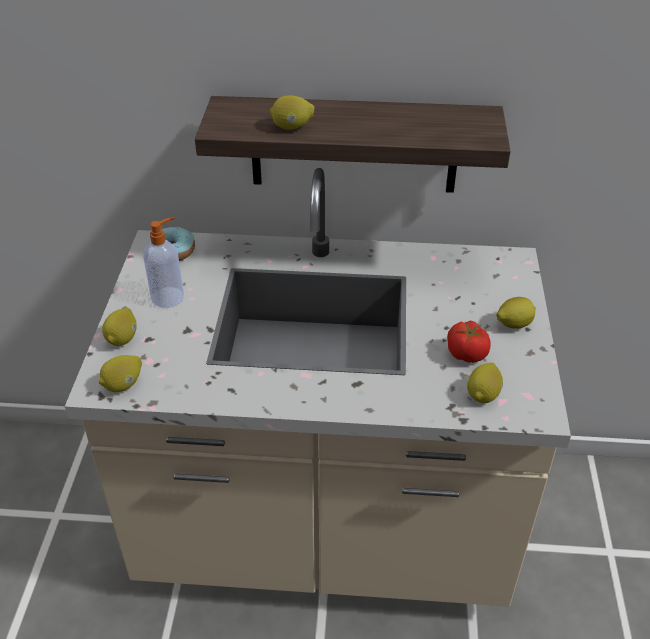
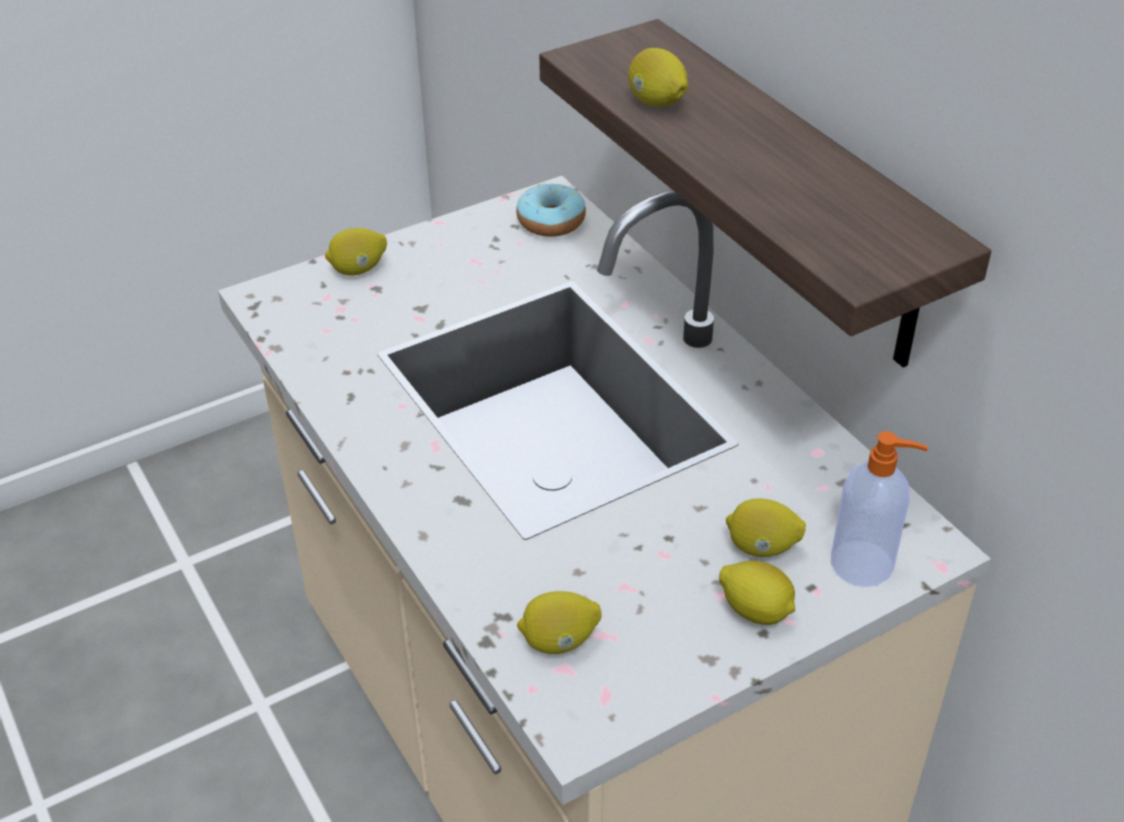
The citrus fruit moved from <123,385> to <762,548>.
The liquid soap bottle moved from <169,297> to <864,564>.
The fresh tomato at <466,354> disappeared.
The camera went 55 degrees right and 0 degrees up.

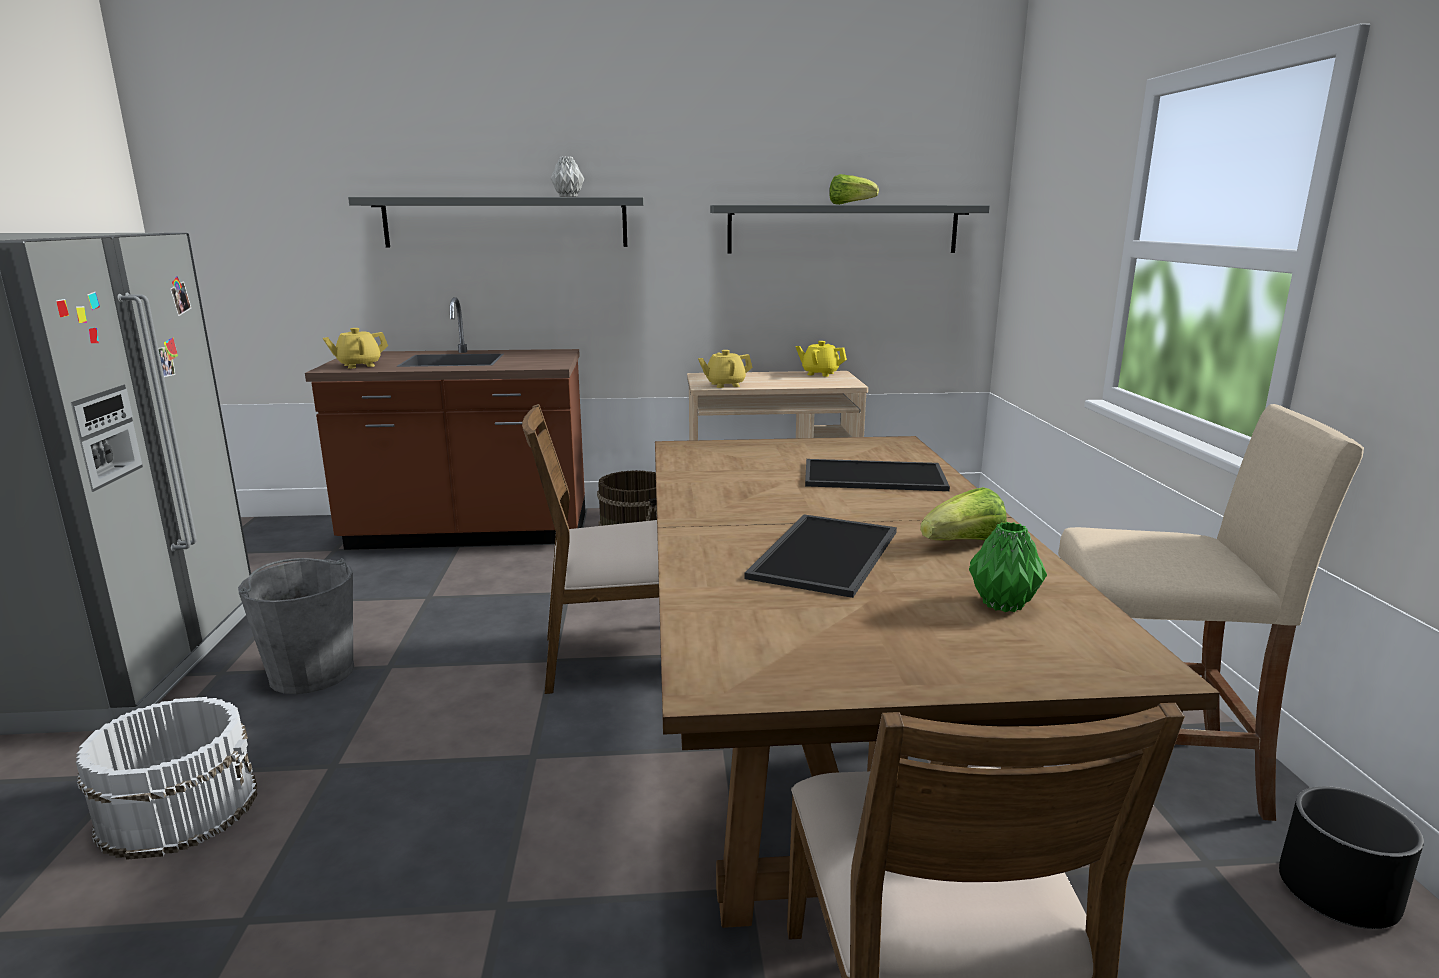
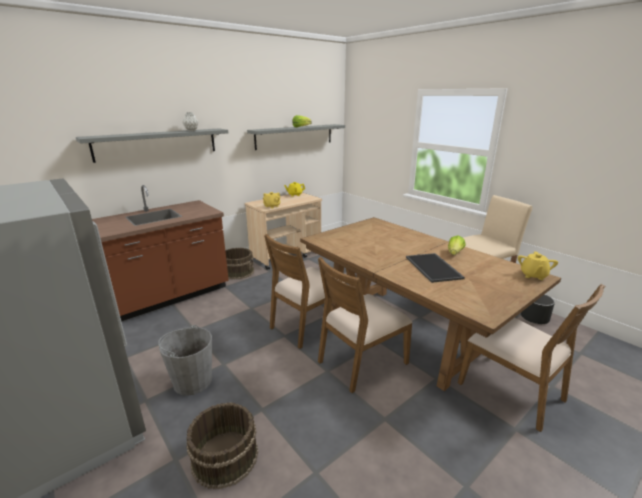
The bucket (whitish) at <179,808> became the bucket (brown-coloured) at <224,456>.
The pot for tea (yellowish) moved from <359,365> to <533,275>.
The tray at <872,477> disappeared.
The flower vase (green) at <1002,604> disappeared.
The chair (brown-coloured) at <361,361> appeared.
The camera went 35 degrees left and 5 degrees up.

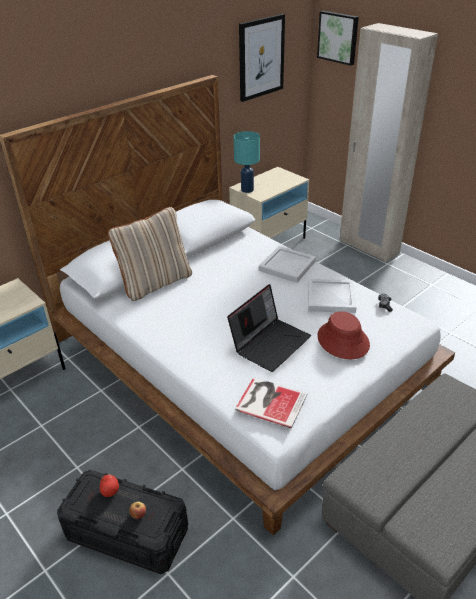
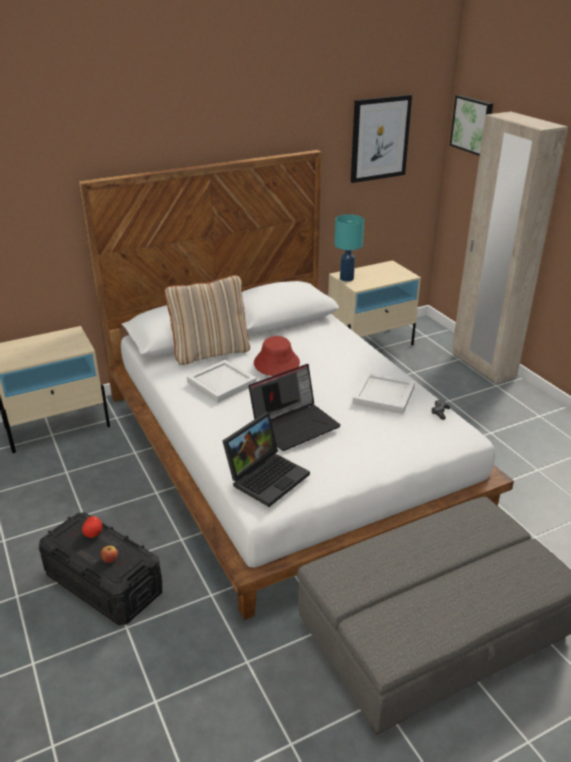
The bound book at <270,401> was replaced by the portable computer at <267,476>.
The tray (whitish) moved from <286,266> to <220,383>.
The clothing hat (red-coloured) moved from <342,341> to <276,363>.
The camera went 15 degrees right and 5 degrees down.

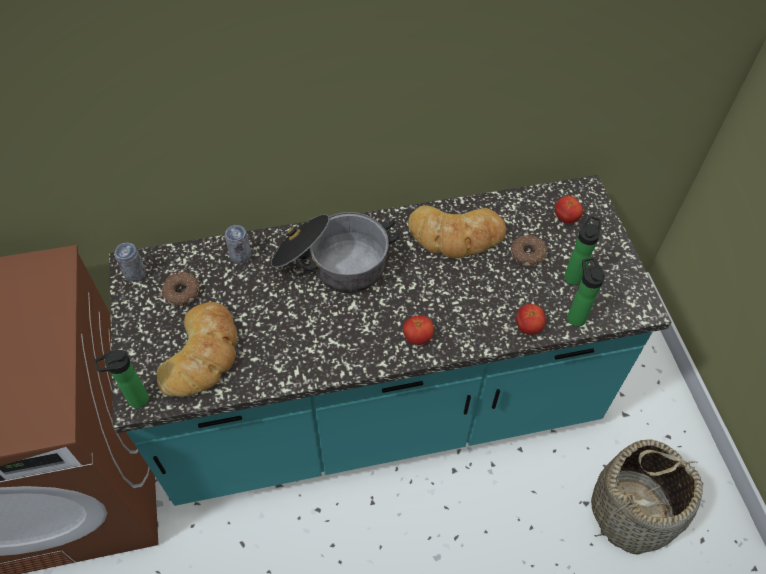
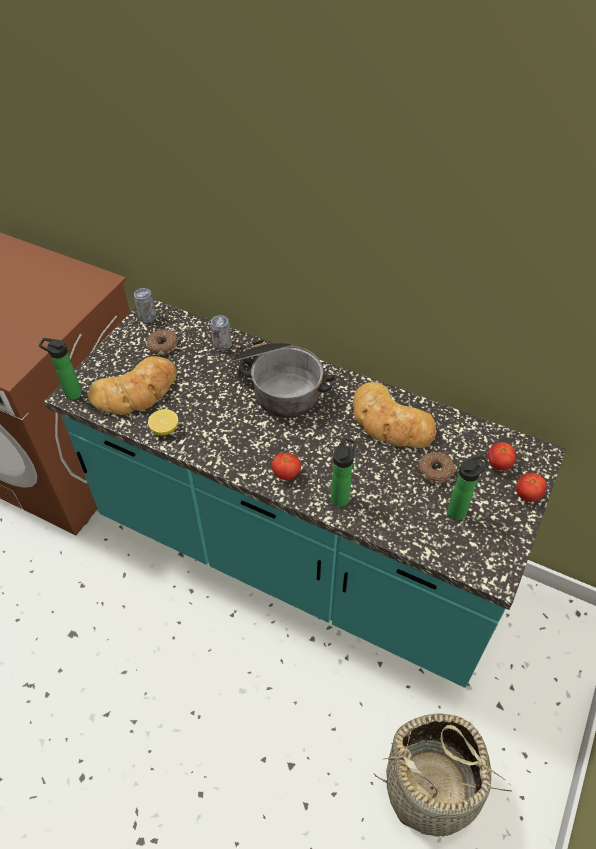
The fresh tomato moved from <528,327> to <527,495>.
The bottle moved from <575,316> to <341,497>.
The citrus fruit at <165,429> appeared.
The camera went 40 degrees right and 5 degrees down.

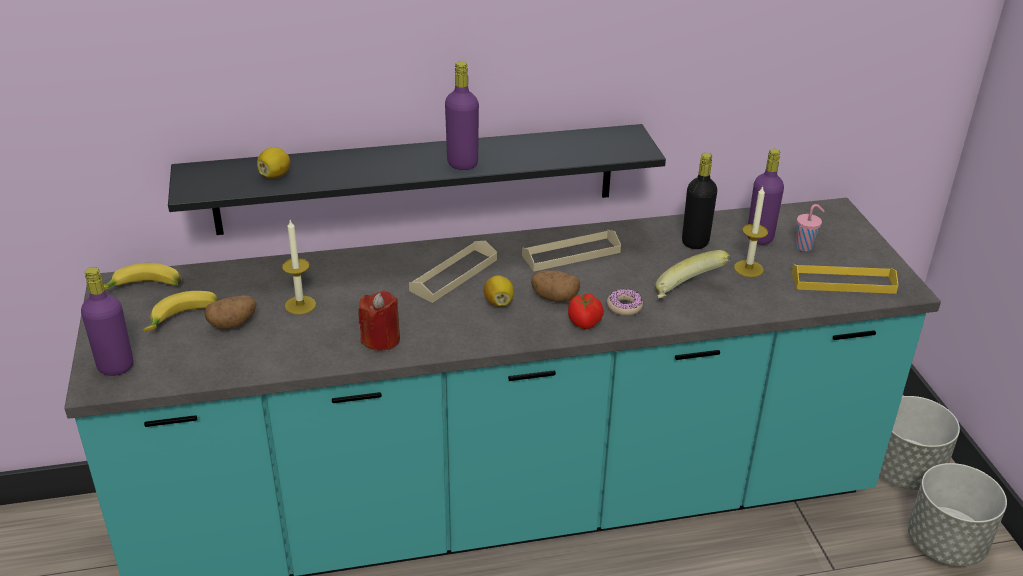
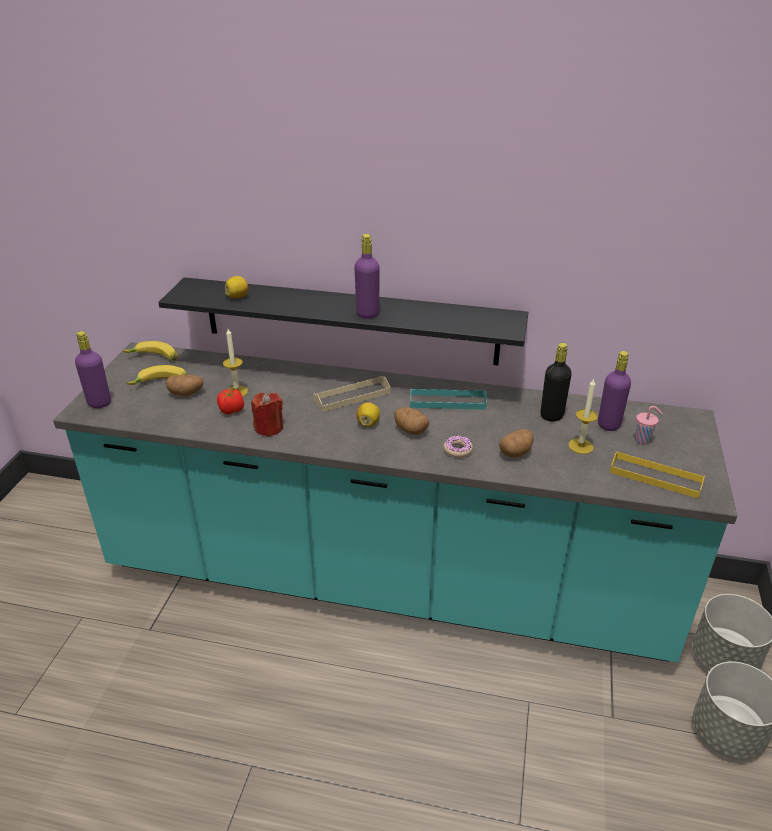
The tray (sand-coloured) at <571,254> became the tray (turquoise-coloured) at <447,402>.
The fresh tomato moved from <585,323> to <232,410>.
The banana fruit at <688,293> was replaced by the spud at <515,453>.
The camera went 25 degrees right and 0 degrees up.

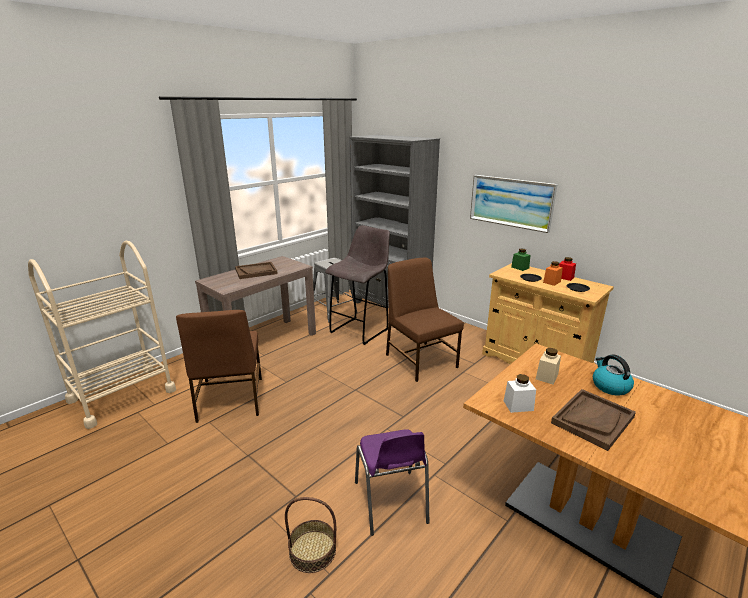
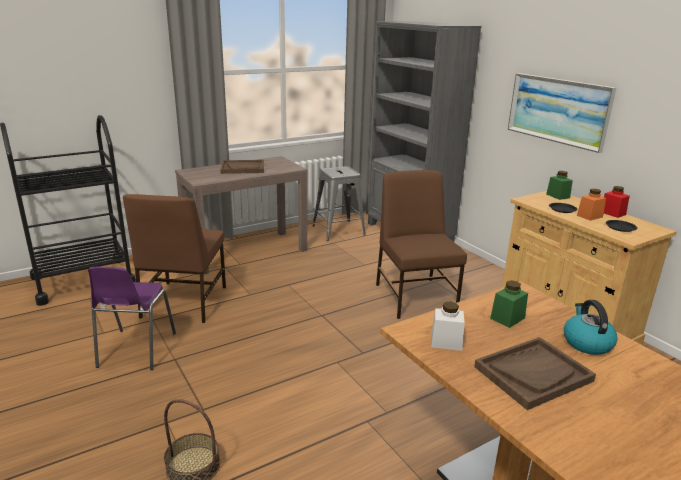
The wheeled cart (sand-coloured) at <122,395> became the wheeled cart (blackish) at <83,280>.
The stool (gray) at <360,330> disappeared.
The chair (purplish) moved from <391,503> to <135,351>.
The jar (sand-coloured) at <547,376> became the jar (green) at <507,318>.
The camera went 15 degrees right and 0 degrees up.

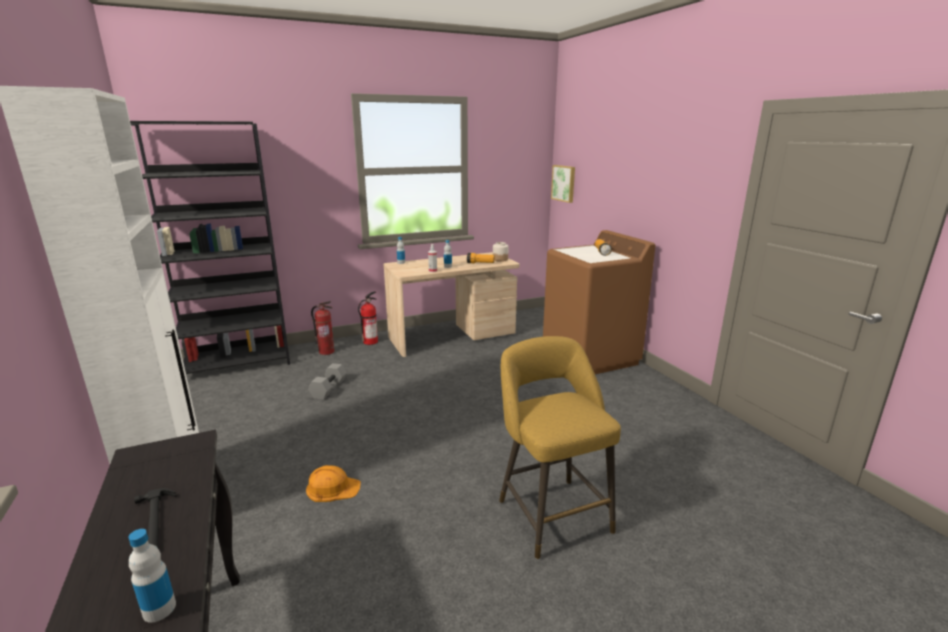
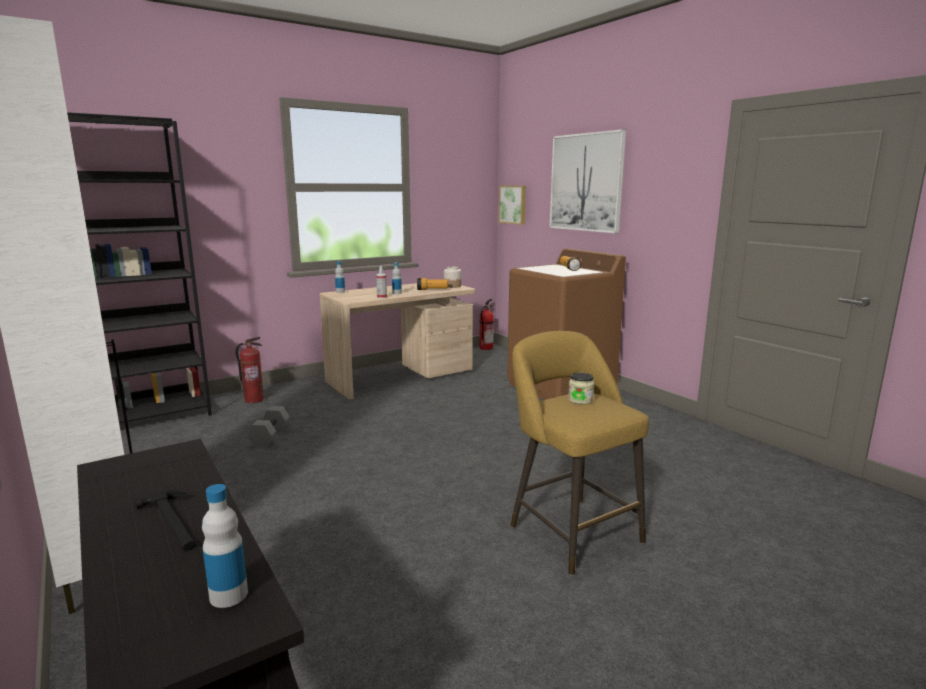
The hard hat (orangey) at <332,488> disappeared.
The fire-fighting cylinder moved from <370,341> to <486,347>.
The wall art at <586,182> appeared.
The jar at <580,400> appeared.
The camera went 10 degrees left and 5 degrees down.

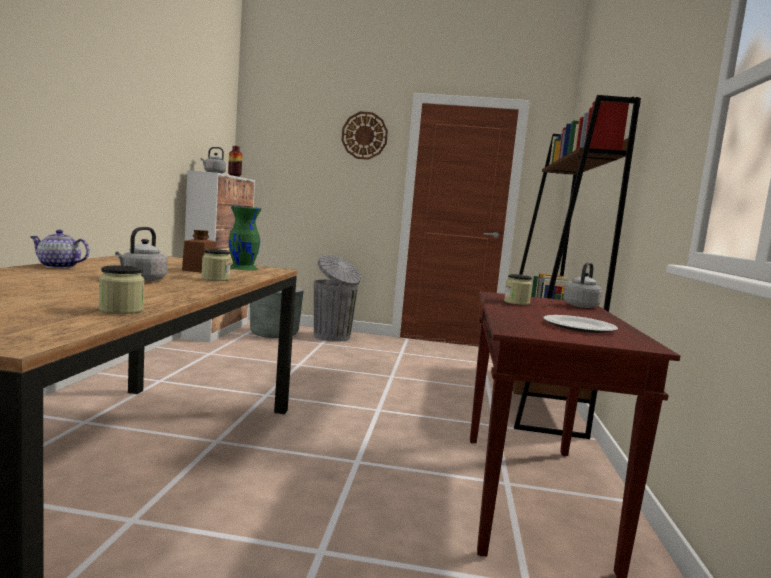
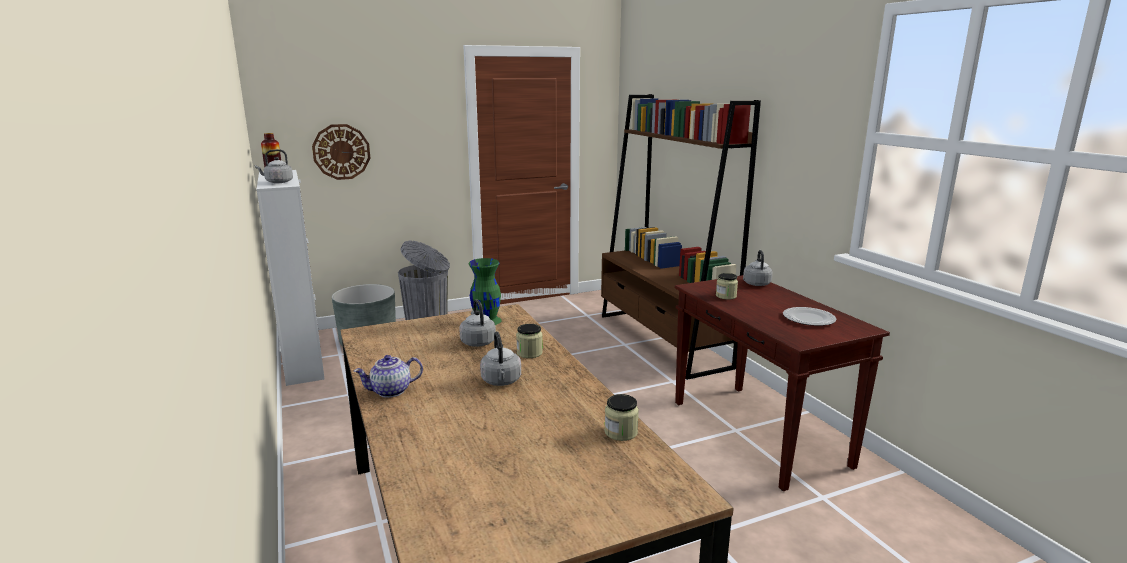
The jar (brown-coloured) at <199,270> was replaced by the kettle (gray) at <477,342>.
The clock on the wall moved from <364,135> to <341,152>.
The camera went 30 degrees left and 10 degrees up.

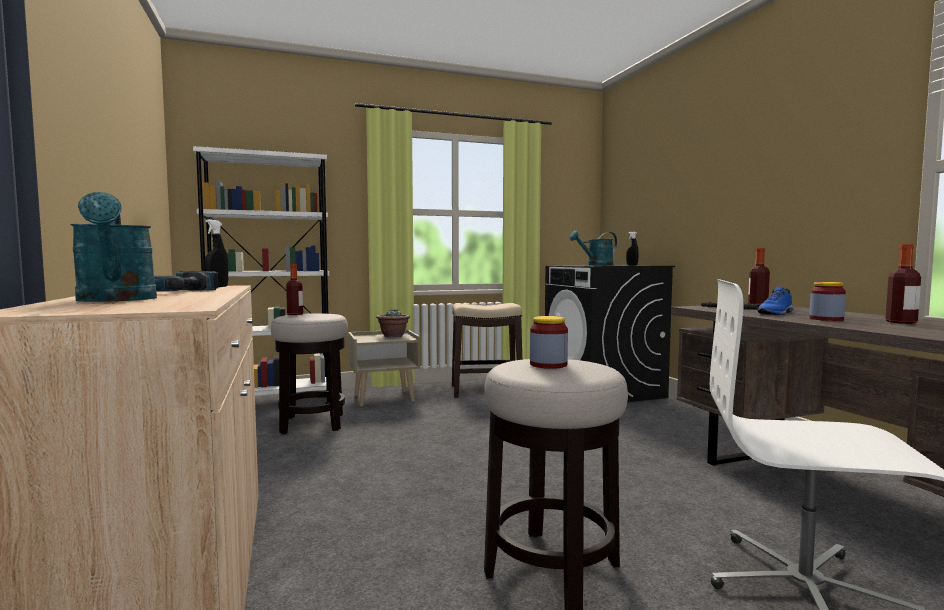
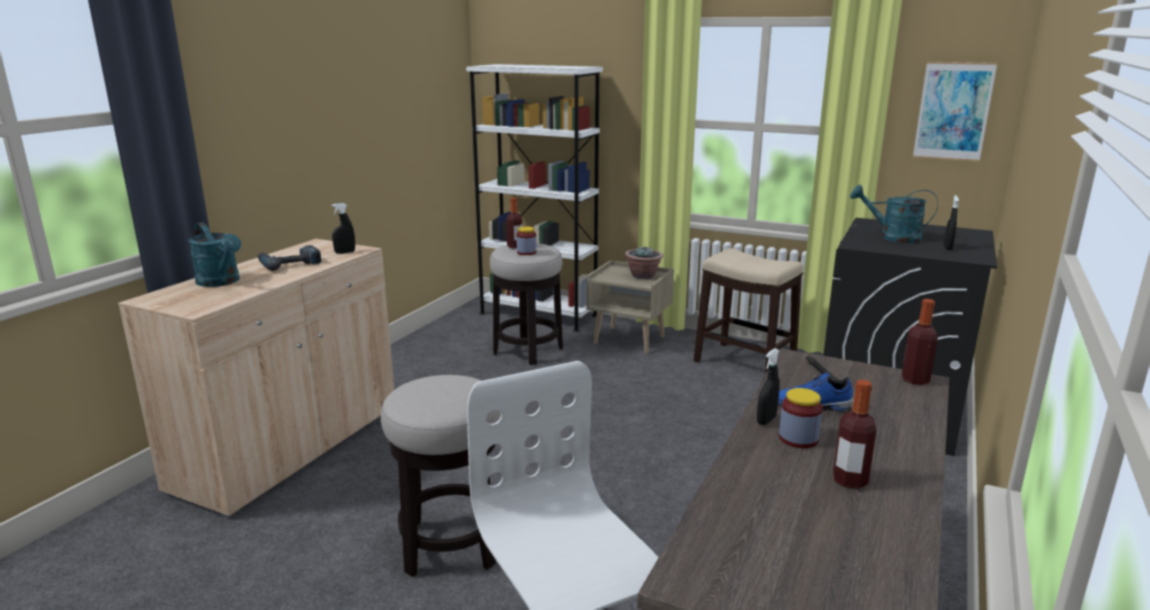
The sprinkling can (turquoise-coloured) at <117,300> turned 60 degrees counterclockwise.
The jar moved from <548,364> to <526,252>.
The hand sprayer (blackish) at <766,420> appeared.
The wall art at <953,111> appeared.
The camera went 45 degrees right and 15 degrees up.

